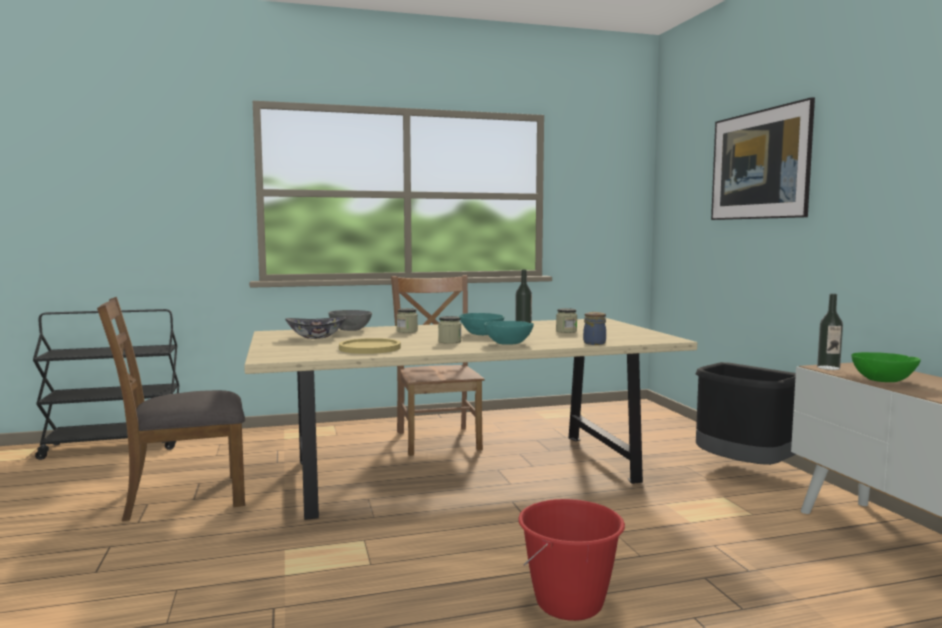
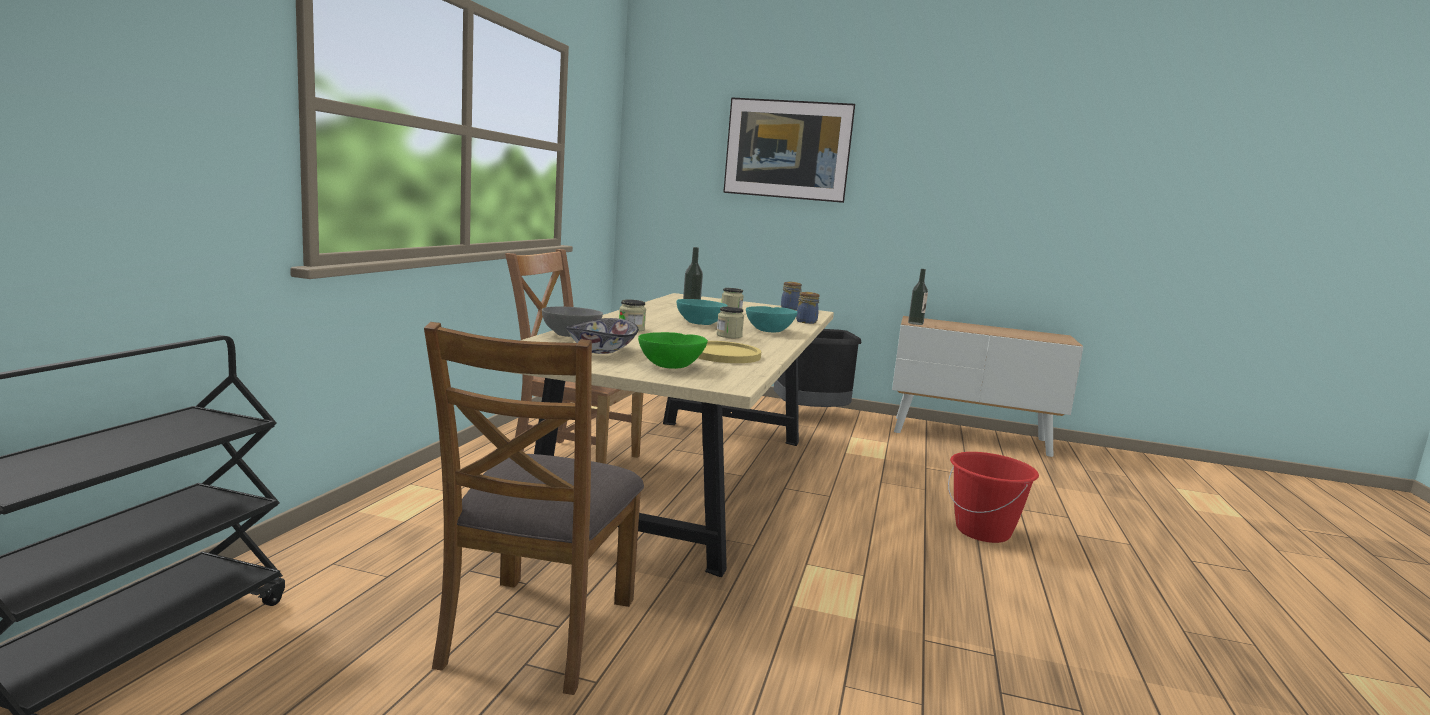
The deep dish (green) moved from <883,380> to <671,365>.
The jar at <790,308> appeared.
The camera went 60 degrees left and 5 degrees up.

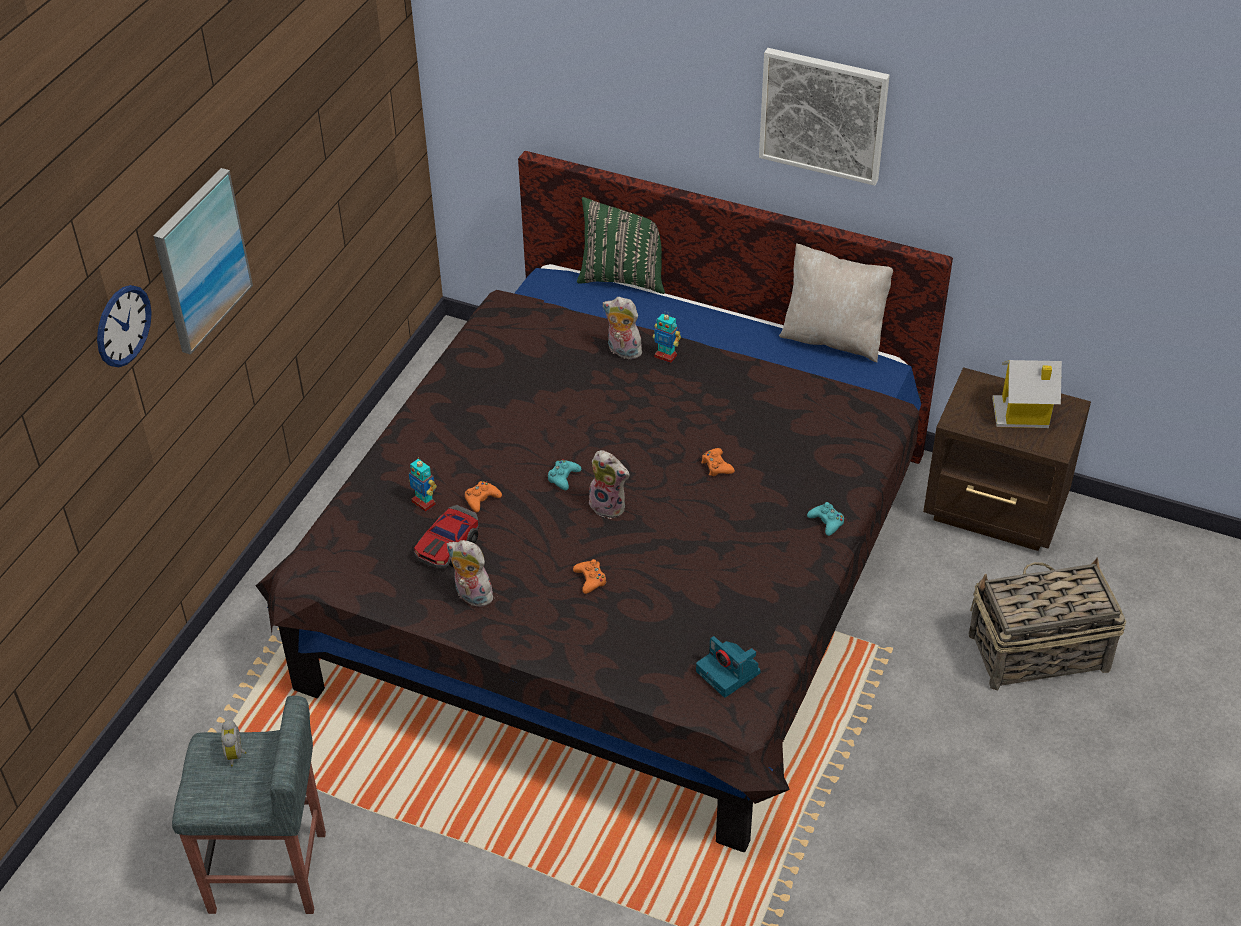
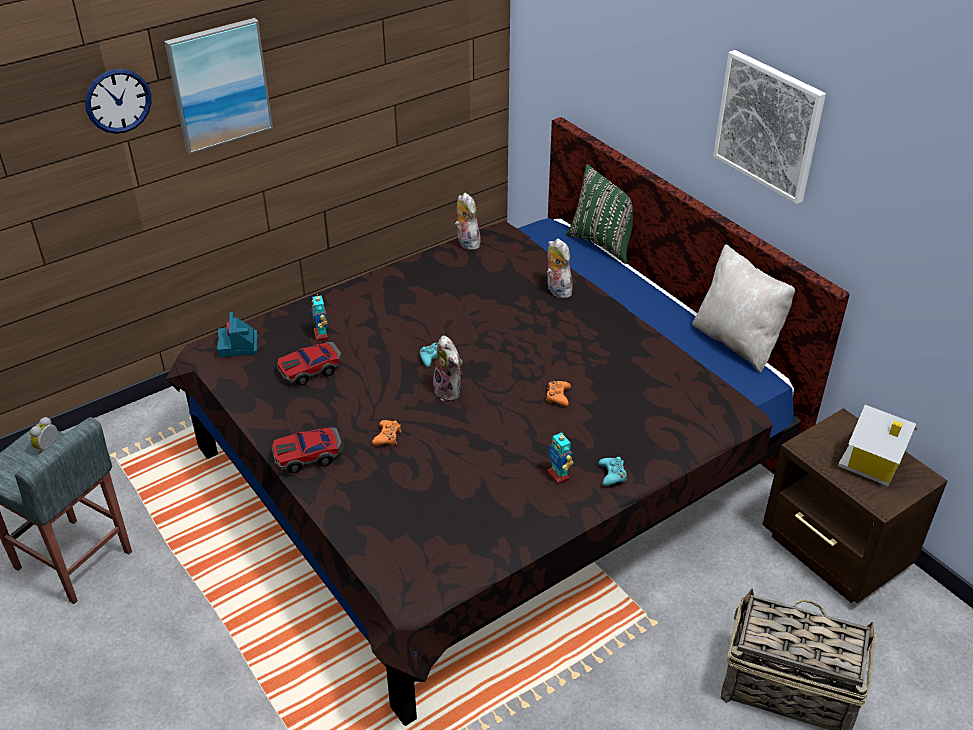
The soft toy moved from <471,596> to <466,242>.
The game controller (orangey) at <481,499> disappeared.
The toy robot moved from <666,356> to <558,476>.
The photo camera moved from <729,672> to <238,346>.
The toy car at <307,456> appeared.
The camera went 30 degrees right and 5 degrees down.

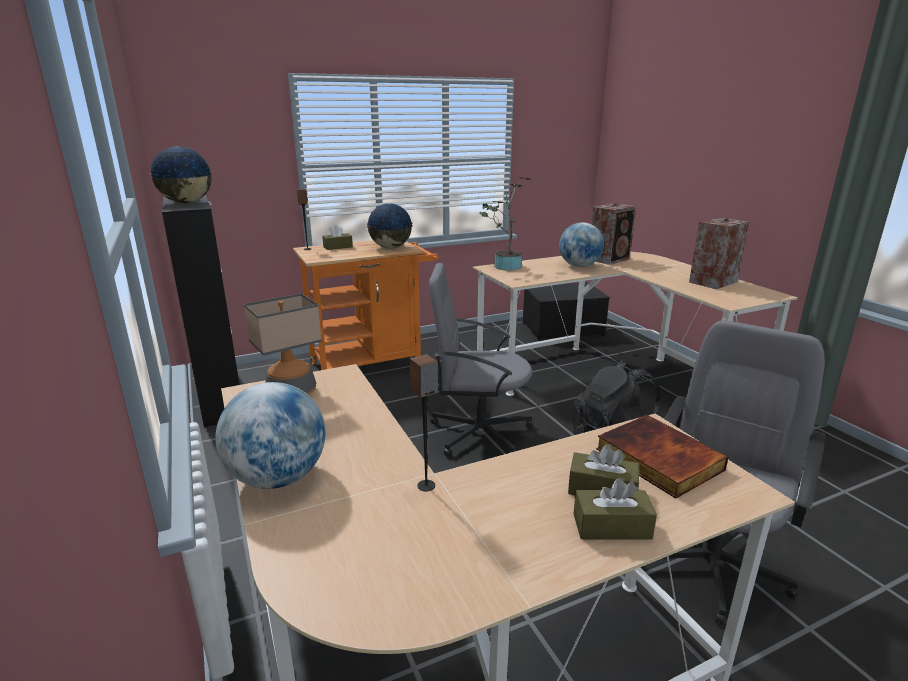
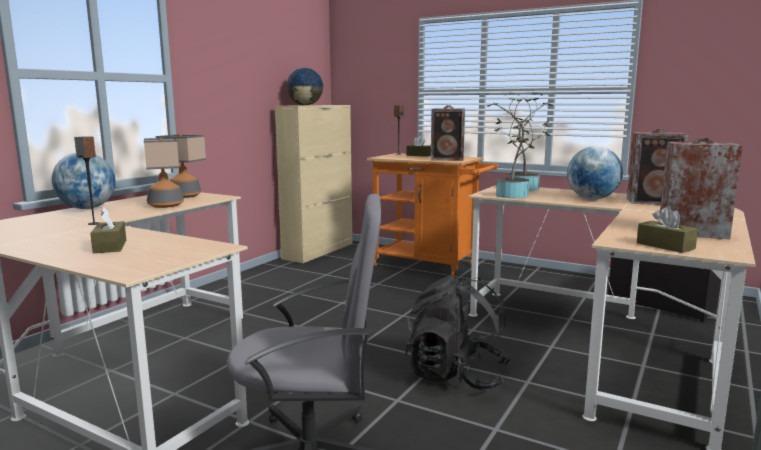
The storage cabinet (blackish) at <220,396> became the storage cabinet (sand-coloured) at <319,251>.
The globe at <390,247> was replaced by the loudspeaker at <448,159>.
The computer chair (gray) at <478,432> disappeared.
The box of tissues (brown-coloured) moved from <611,526> to <665,246>.
The bound book at <656,459> disappeared.
The table lamp at <166,205> appeared.
The potted plant at <515,196> appeared.
The camera went 55 degrees right and 10 degrees down.

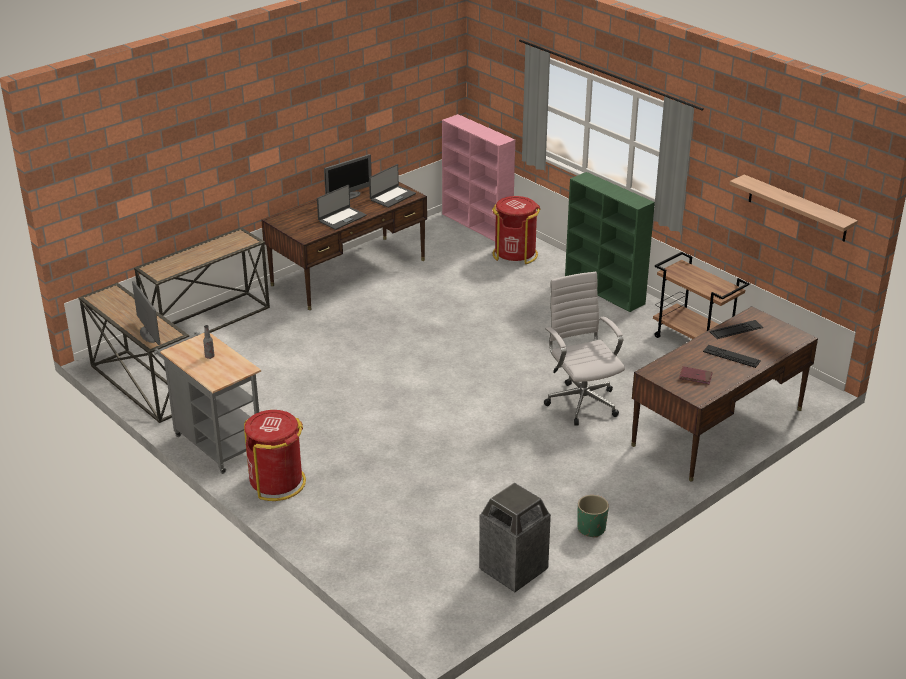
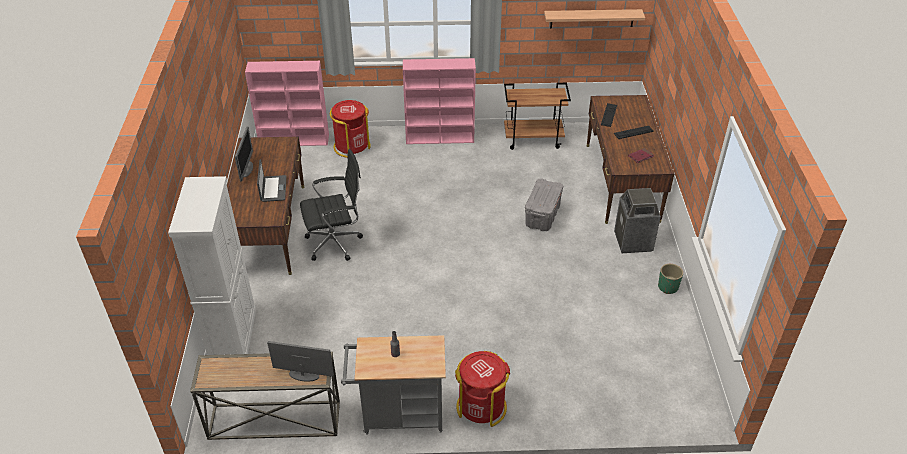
The hall table at <207,320> was replaced by the storage cabinet (whitish) at <233,335>.
The portable computer at <392,197> disappeared.
The trash can moved from <513,570> to <633,242>.
The computer chair (whitish) at <581,401> was replaced by the storage bin (gray) at <542,216>.
The bookcase (green) at <605,291> became the bookcase (pink) at <440,138>.
The computer chair (blackish) at <336,243> appeared.
The camera went 50 degrees left and 10 degrees up.

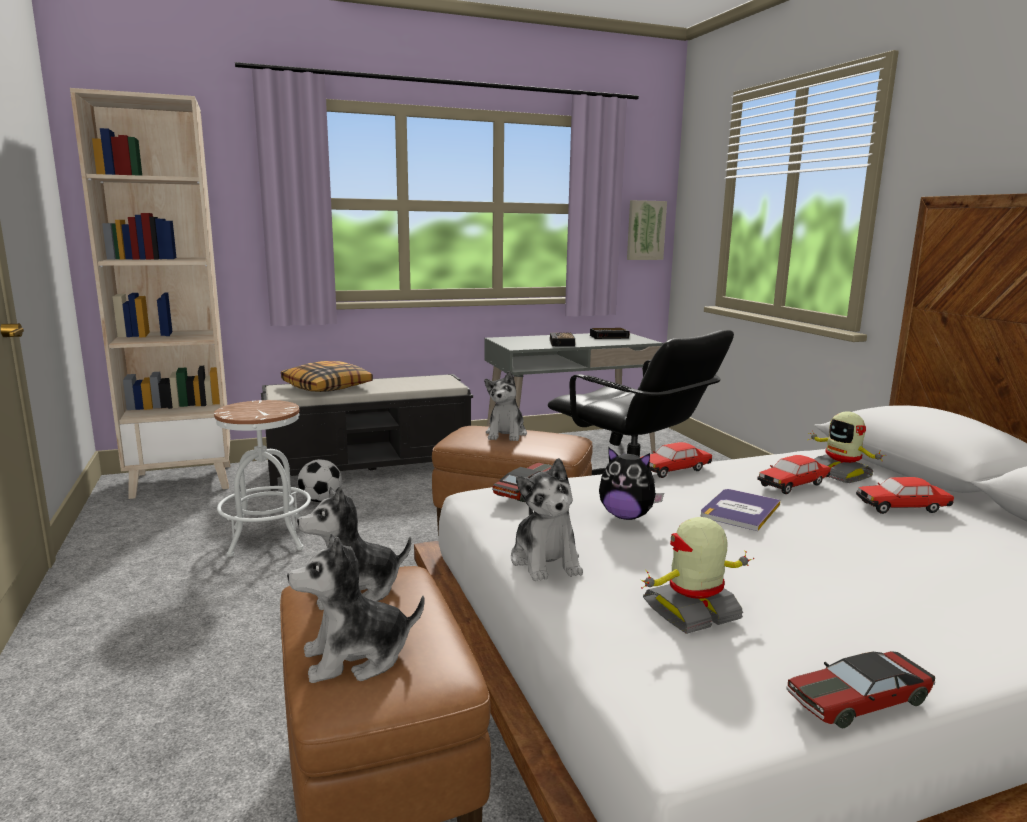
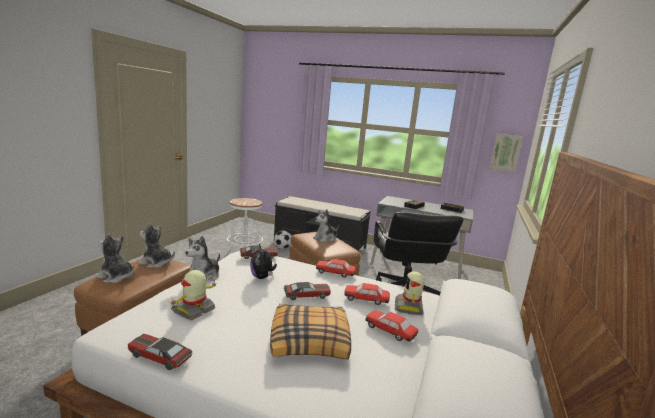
The bookcase (sand-coloured) at <183,480> disappeared.
The cushion moved from <327,387> to <310,340>.
The toy robot at <693,612> turned 75 degrees counterclockwise.
The bound book at <740,510> was replaced by the toy car at <307,295>.
The camera went 40 degrees right and 0 degrees up.

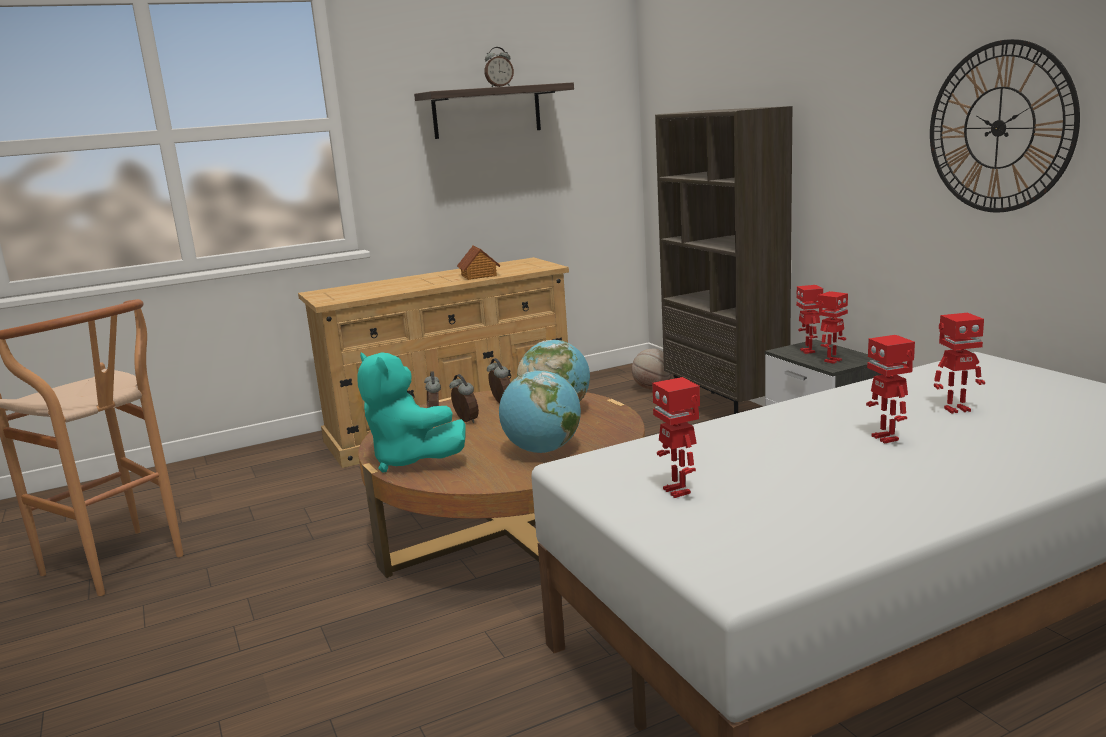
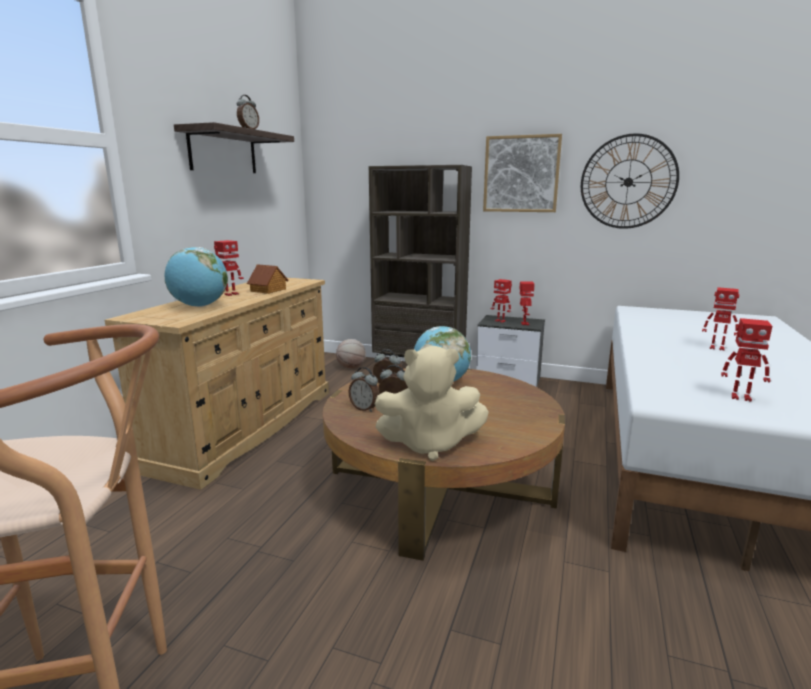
The soft toy (turquoise-coloured) at <410,460> became the soft toy (sand-coloured) at <429,444>.
The globe moved from <542,450> to <200,306>.
The toy robot moved from <956,409> to <231,294>.
The wall art at <521,174> appeared.
The camera went 45 degrees left and 0 degrees up.

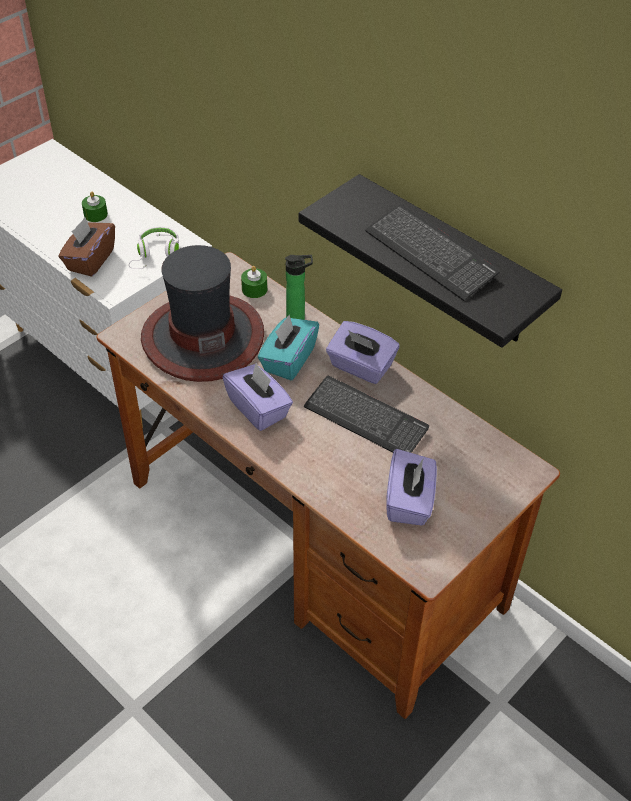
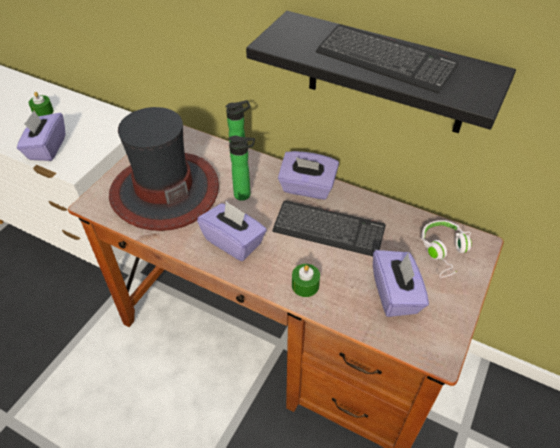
The box of tissues (brown-coloured) at <90,260> became the box of tissues (purplish) at <47,148>.
The headphones (whitish) moved from <155,254> to <444,252>.
The candle (green) moved from <254,289> to <305,285>.
The box of tissues (turquoise-coloured) at <288,360> was replaced by the bottle at <245,195>.
The camera went 15 degrees left and 0 degrees up.

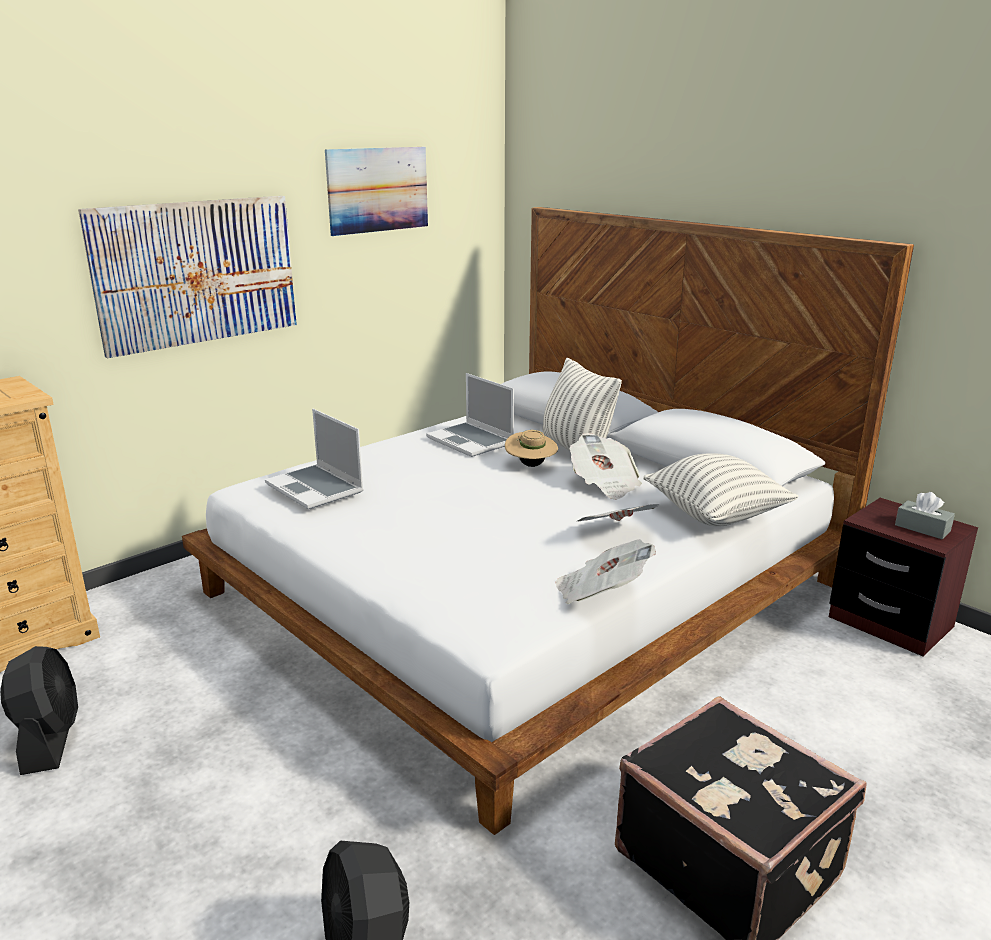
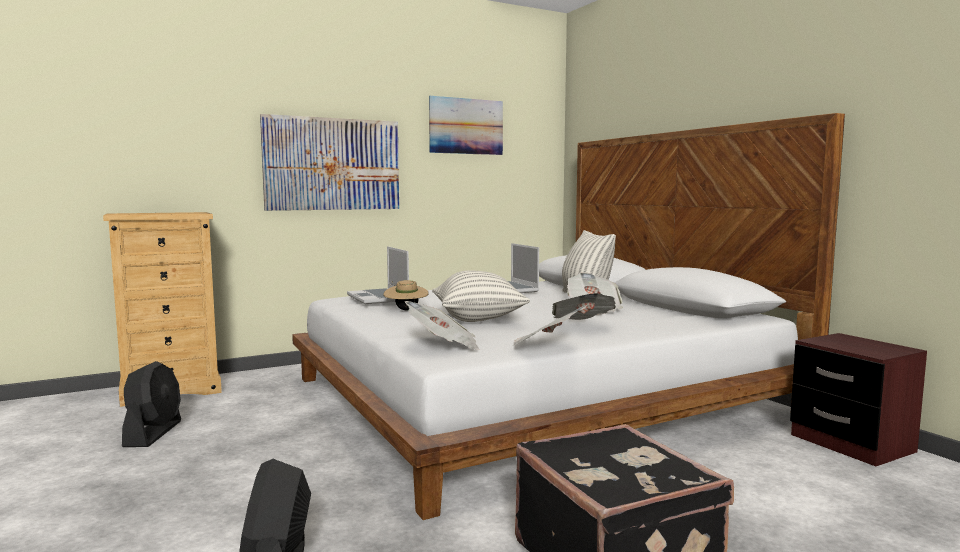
The clothing hat (sand-coloured) moved from <531,465> to <406,310>.
The cushion moved from <715,515> to <478,319>.
The box of tissues (gray) at <922,528> disappeared.
The newspaper at <444,345> appeared.
The camera went 15 degrees right and 15 degrees down.

